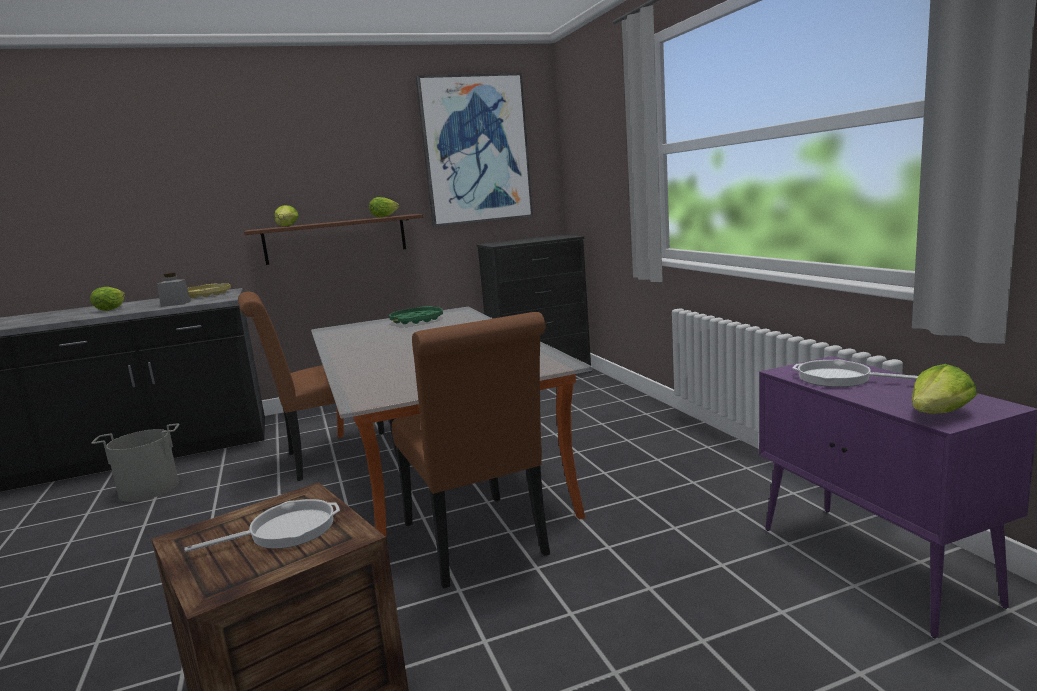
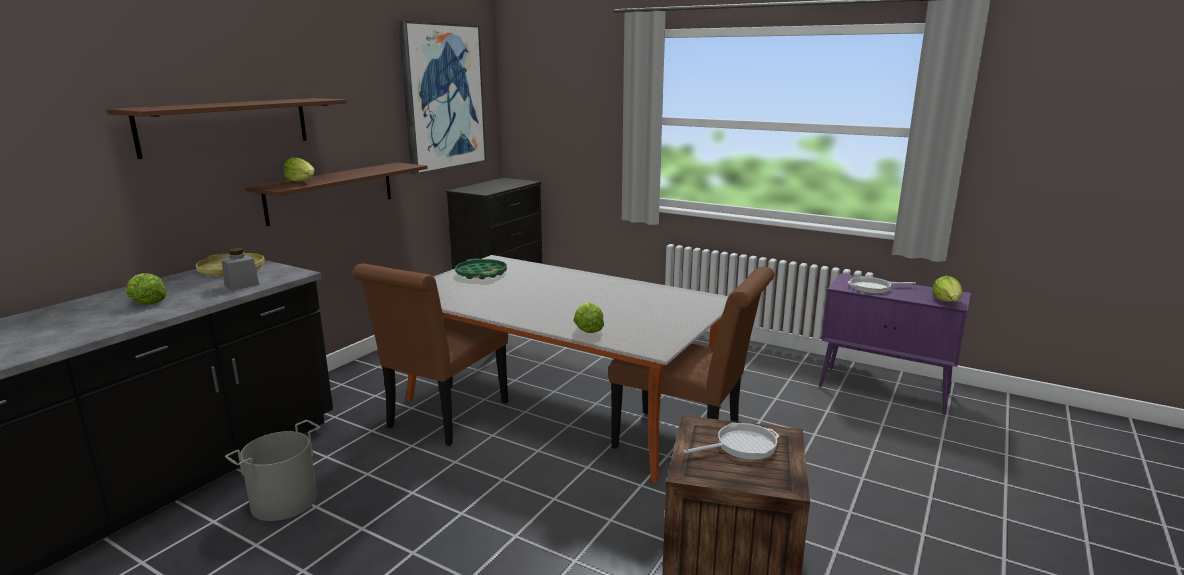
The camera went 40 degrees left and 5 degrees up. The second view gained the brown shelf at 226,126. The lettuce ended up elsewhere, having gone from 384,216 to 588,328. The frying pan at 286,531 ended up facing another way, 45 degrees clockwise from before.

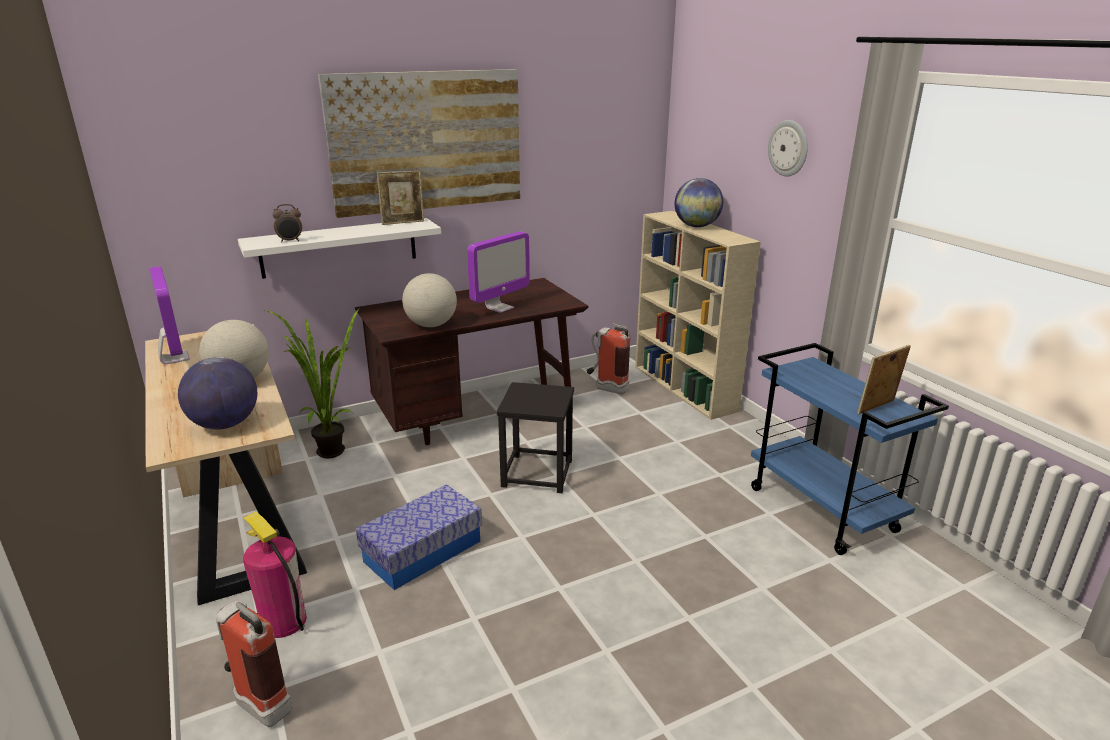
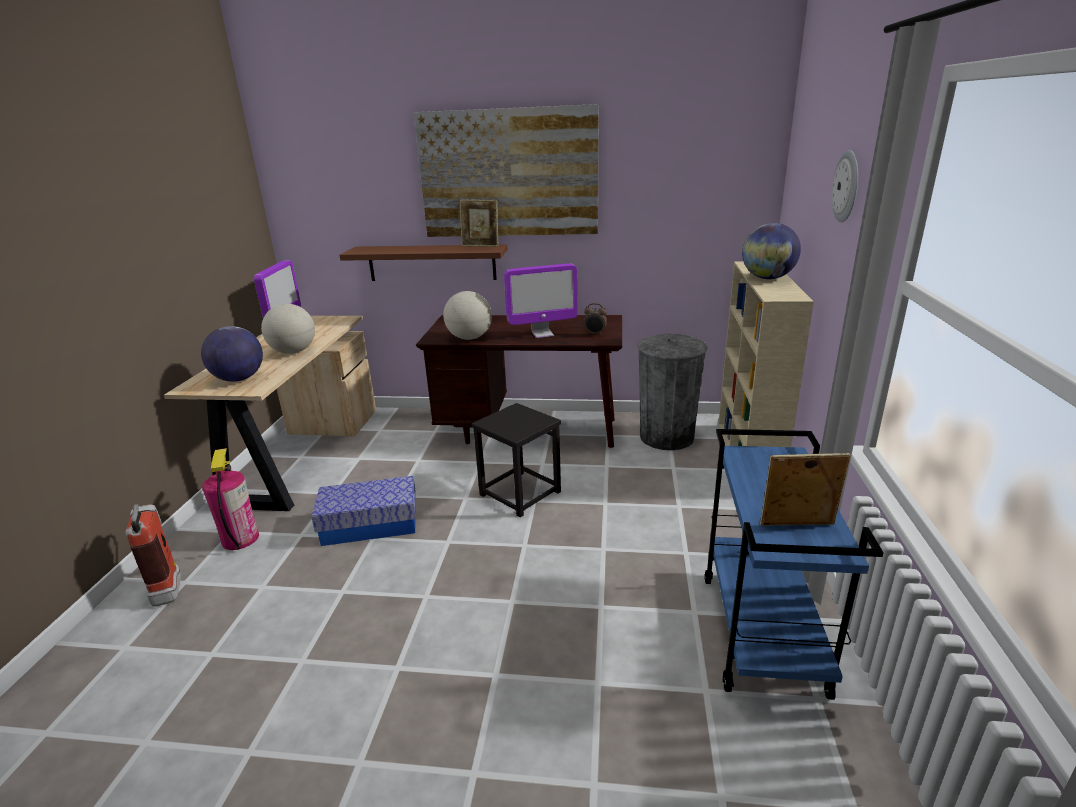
The camera went 35 degrees right and 0 degrees up. What was the white shelf at 339,247 turned into the brown shelf at 431,263. The alarm clock ended up elsewhere, having gone from 290,241 to 595,334. Where the fire extinguisher stood at 606,388, the grey trash can came to stand at 666,437. The second view lost the potted plant at 327,449.

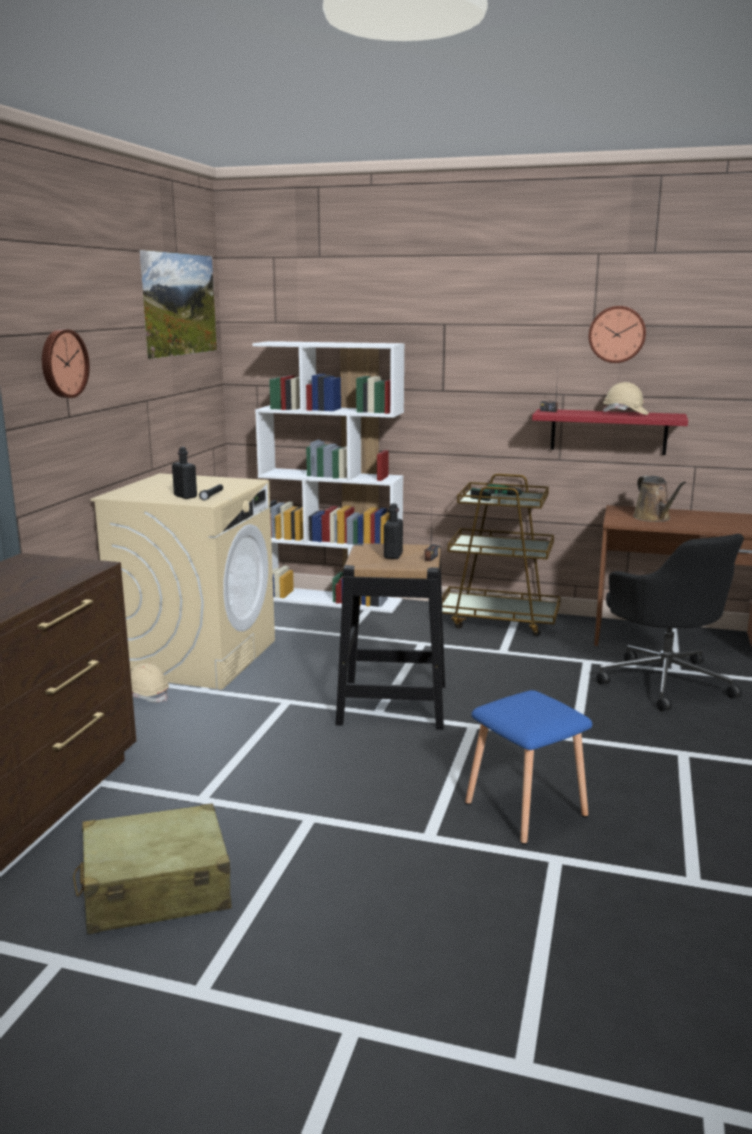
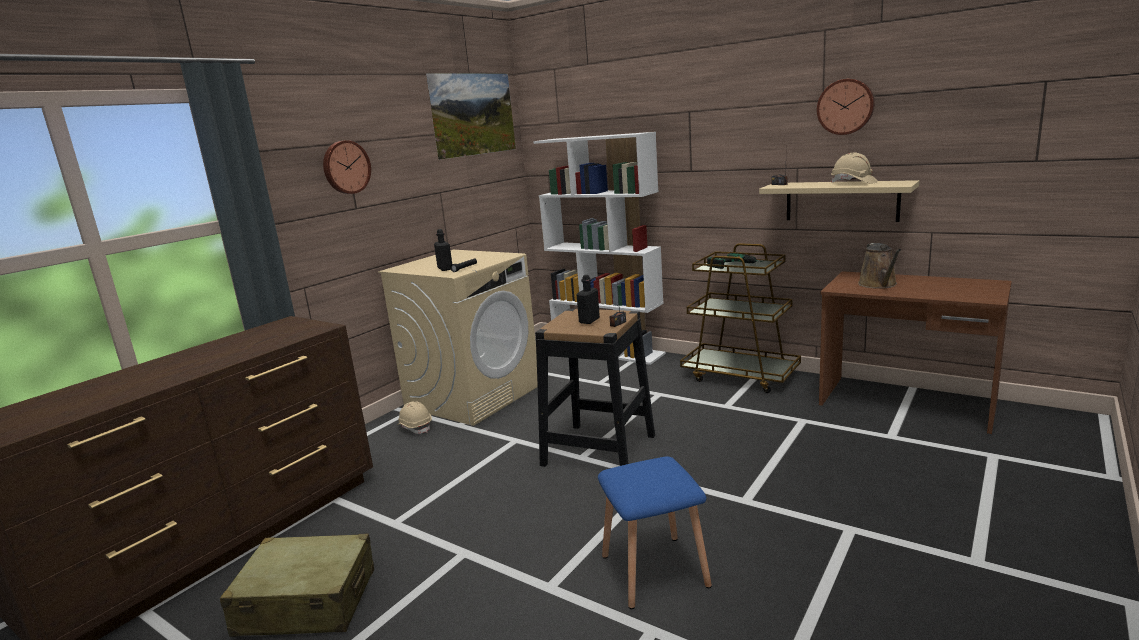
The camera went 20 degrees right and 0 degrees up. What was the red shelf at 608,431 turned into the beige shelf at 841,201. The second view lost the black office chair at 664,681.

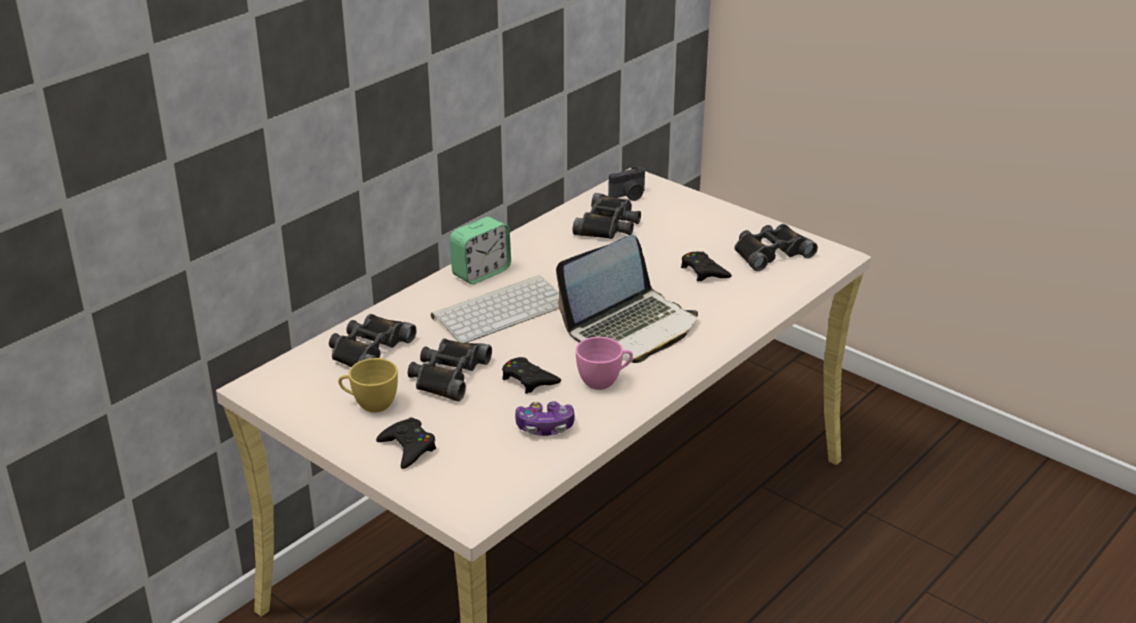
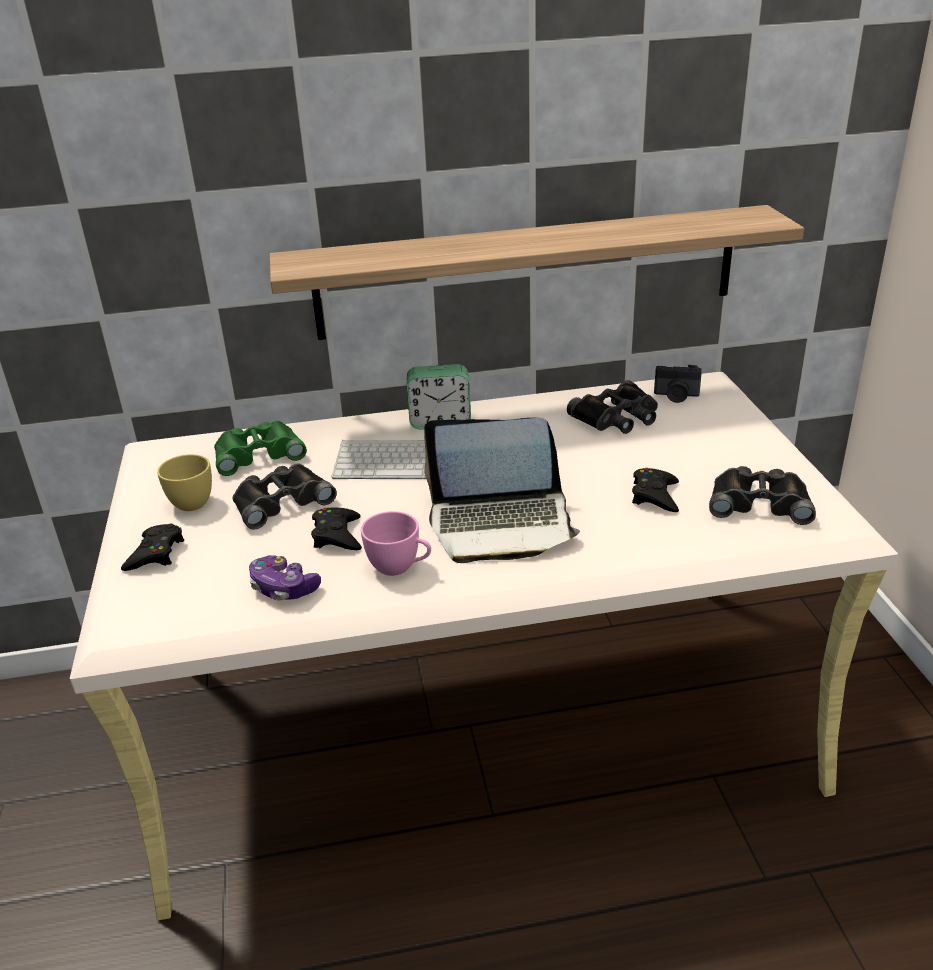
The camera went 40 degrees right and 0 degrees up. What was the black binoculars at 368,349 turned into the green binoculars at 258,454. The second view gained the shelf at 527,272.

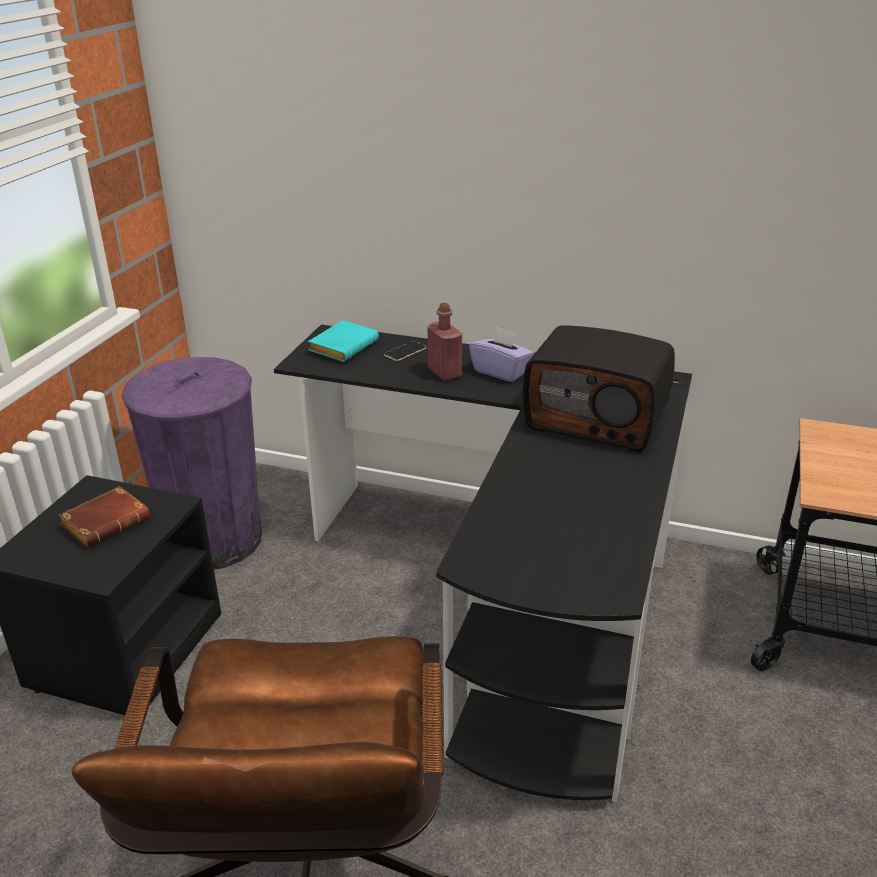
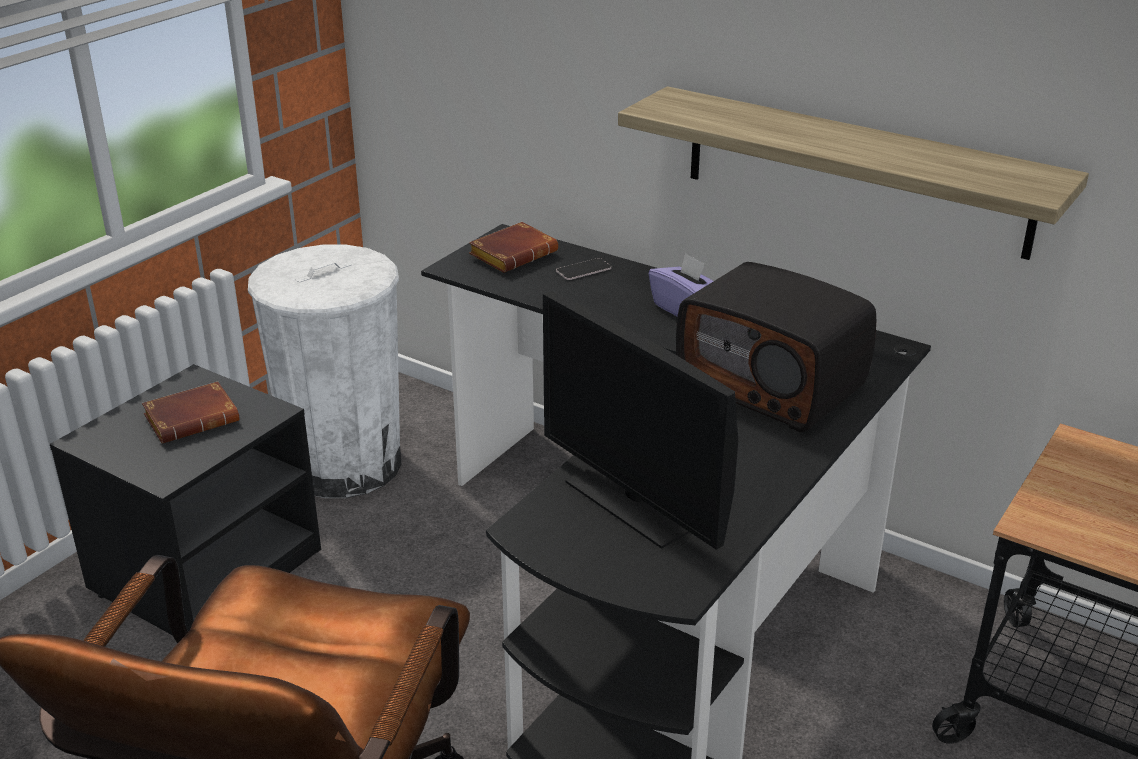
The camera went 15 degrees right and 0 degrees up. What was the purple trash can at 213,540 turned into the white trash can at 344,464. What was the turquoise book at 343,346 turned into the brown book at 513,253. The second view gained the monitor at 635,501. The second view gained the shelf at 855,171. The second view lost the red bottle at 444,373.

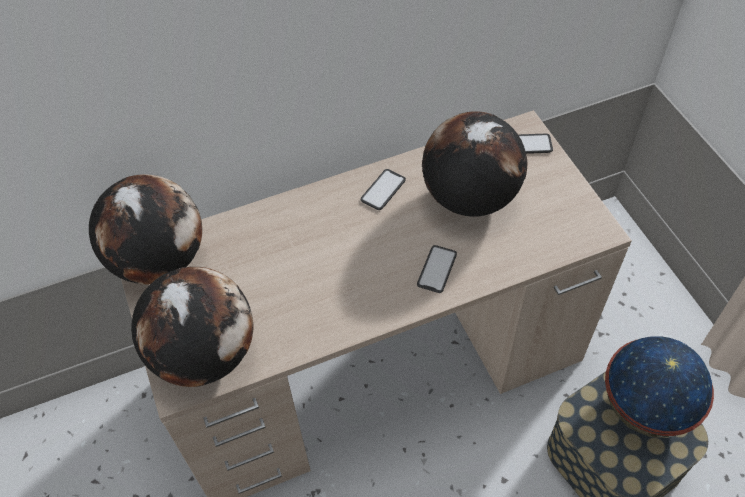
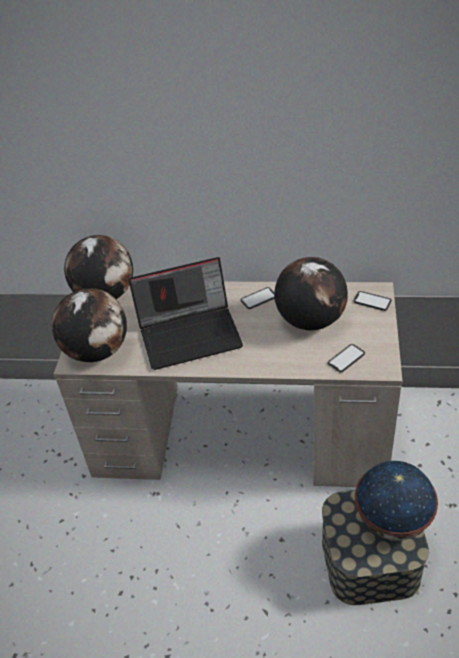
The camera went 30 degrees right and 10 degrees down. The second view gained the laptop at 190,333. The phone ended up elsewhere, having gone from 437,269 to 346,358.

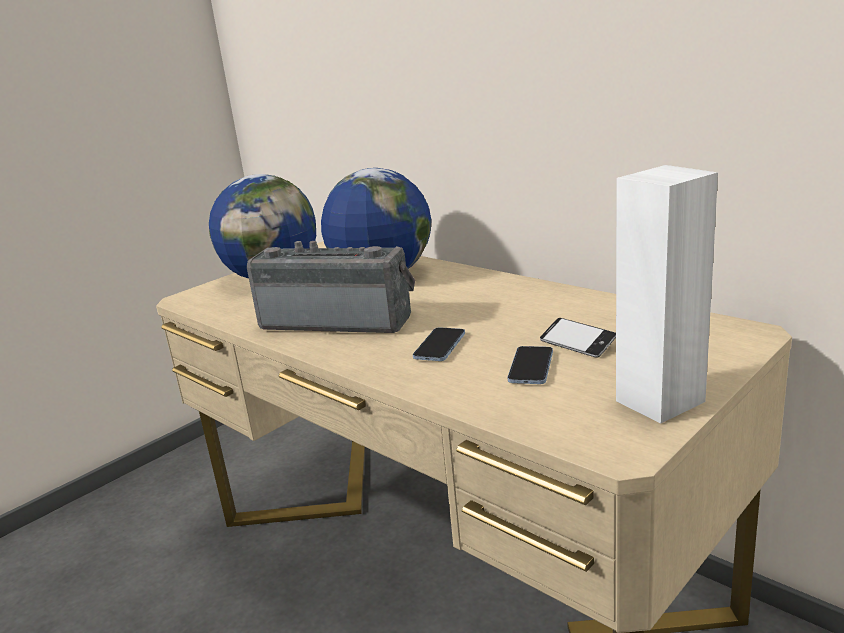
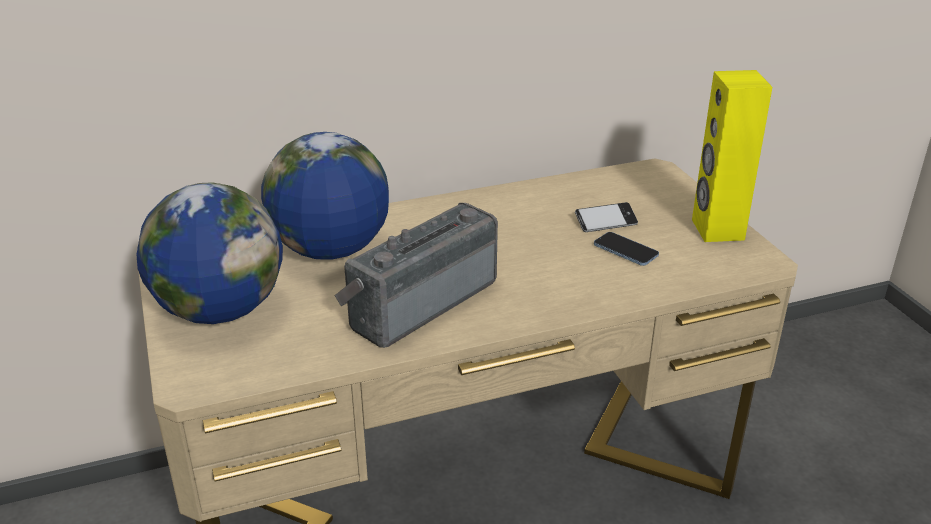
The camera went 65 degrees left and 10 degrees up. What was the white speaker at 659,400 turned into the yellow speaker at 716,230. The second view lost the phone at 439,346.

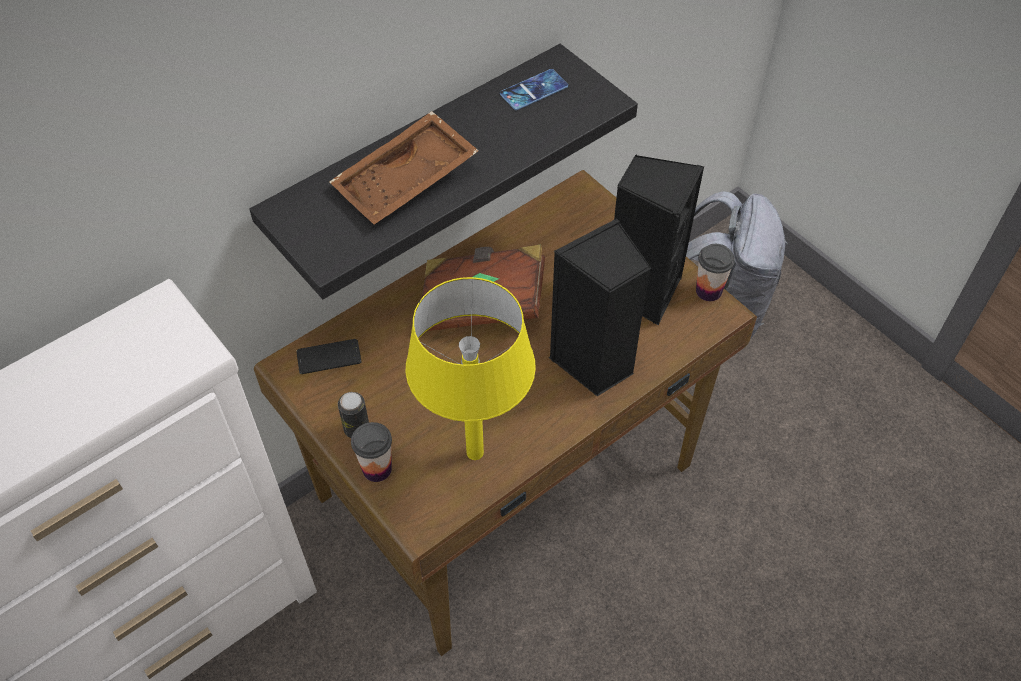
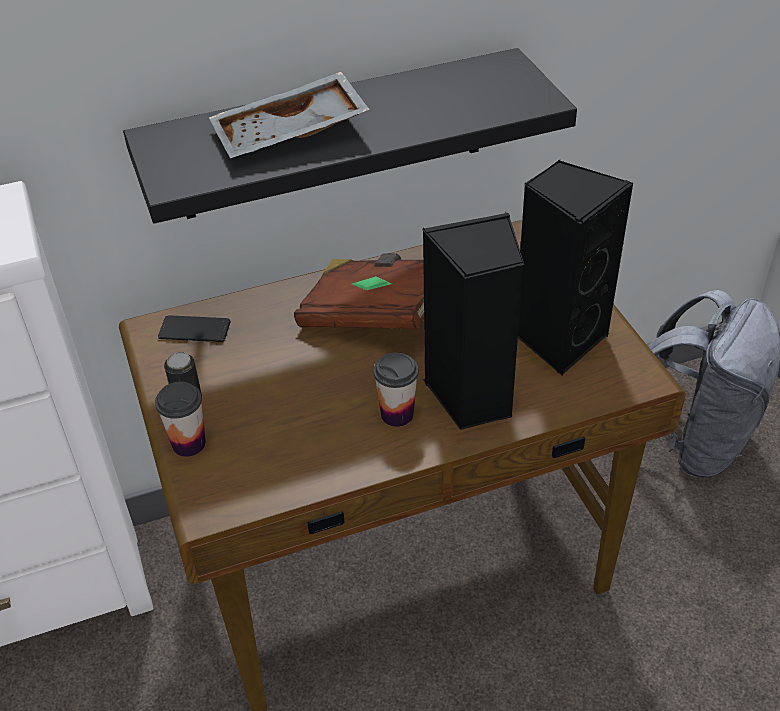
The camera went 20 degrees right and 10 degrees down. What was the brown tray at 407,182 turned into the grey tray at 291,134. The cup ended up elsewhere, having gone from 708,291 to 397,414. The second view lost the yellow table lamp at 476,452. The second view lost the phone at 534,90.

